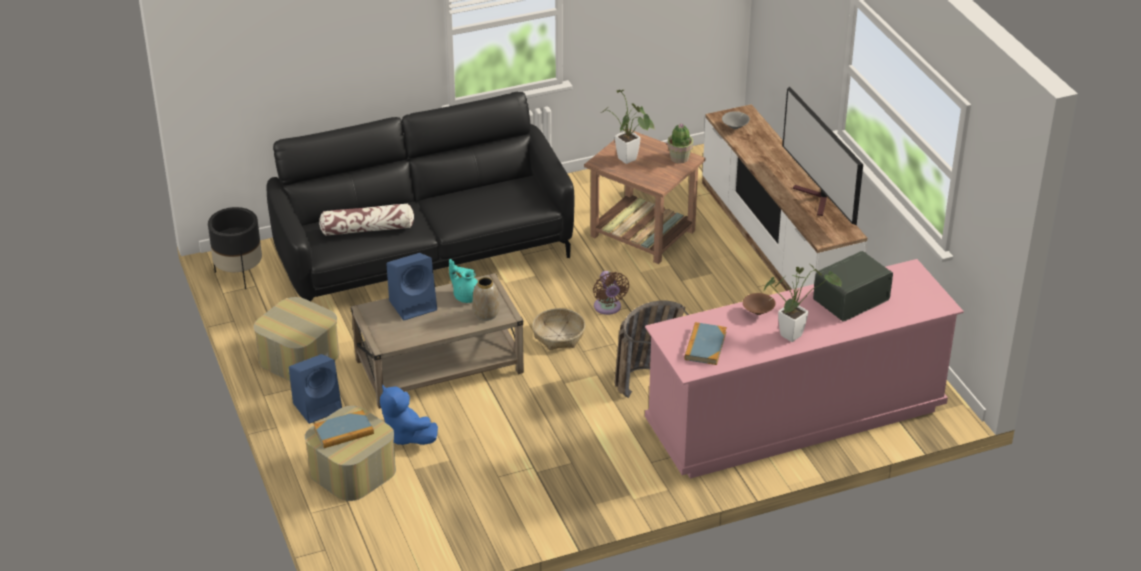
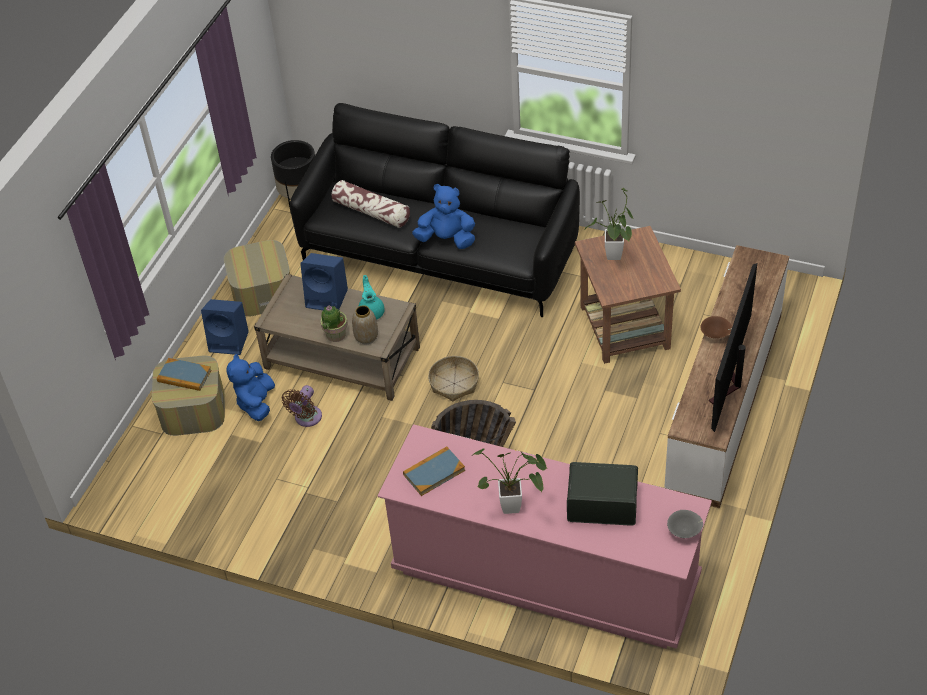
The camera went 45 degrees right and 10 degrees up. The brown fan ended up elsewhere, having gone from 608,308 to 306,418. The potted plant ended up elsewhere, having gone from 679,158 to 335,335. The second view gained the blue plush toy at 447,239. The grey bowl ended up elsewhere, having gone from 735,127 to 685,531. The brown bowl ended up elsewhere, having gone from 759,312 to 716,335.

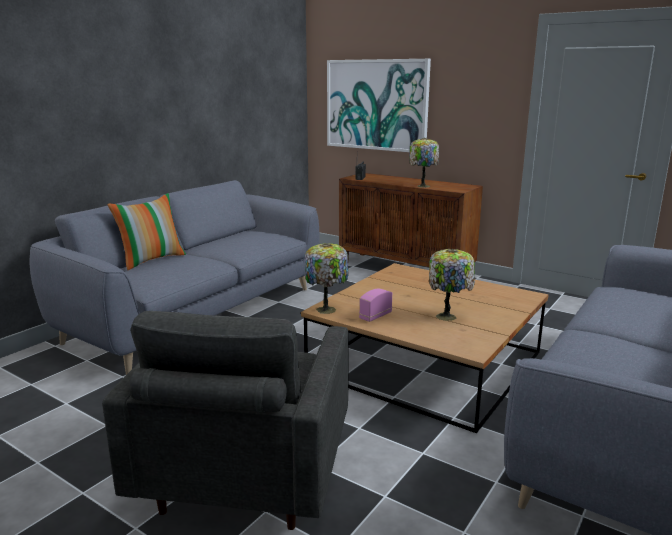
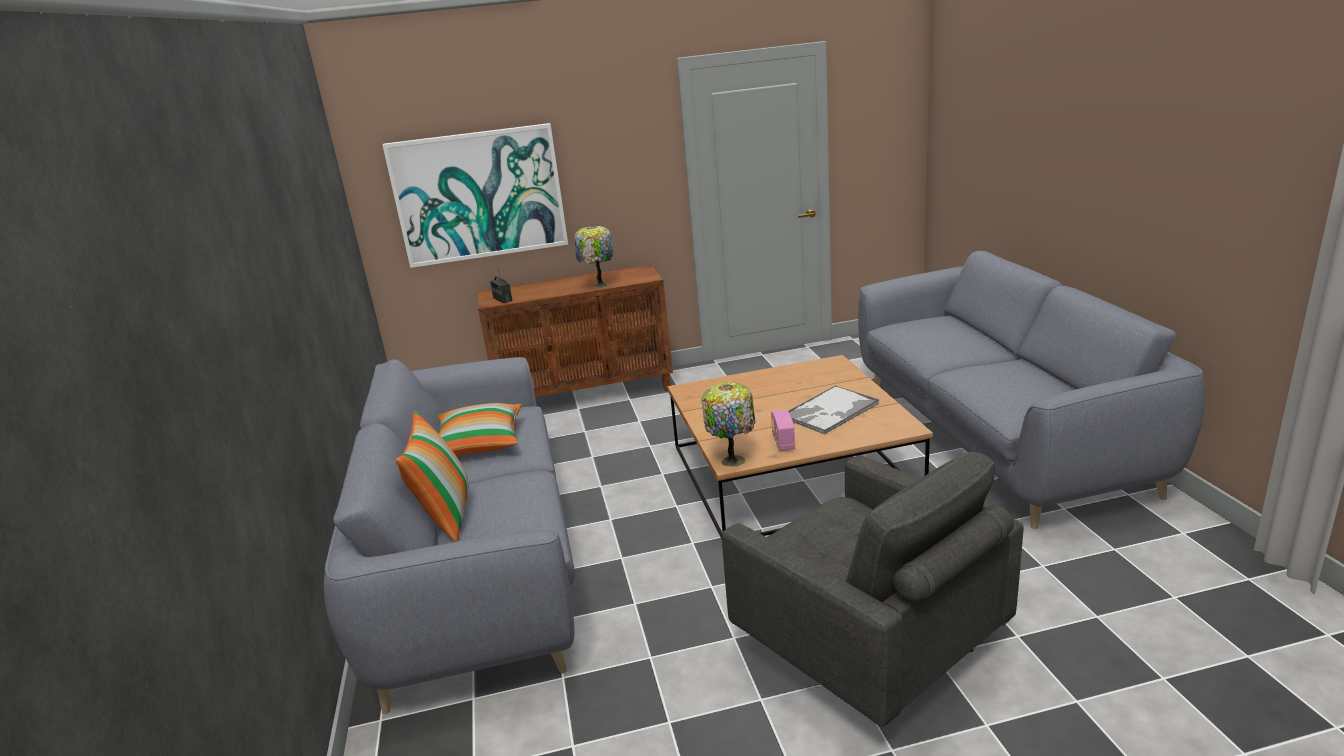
The camera went 45 degrees left and 5 degrees up. The second view gained the pillow at 478,443. Where the table lamp stood at 448,316, the tray came to stand at 830,411.

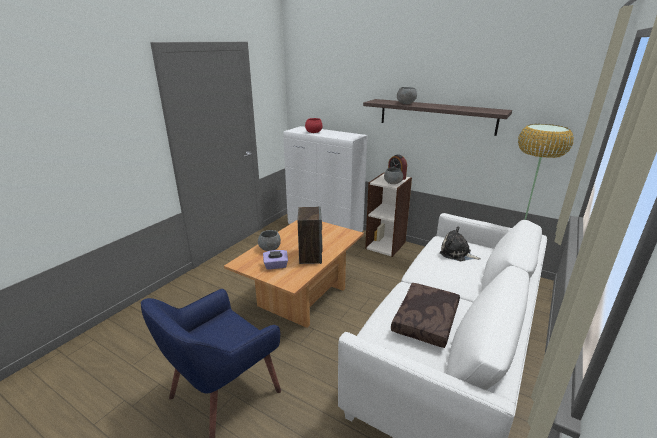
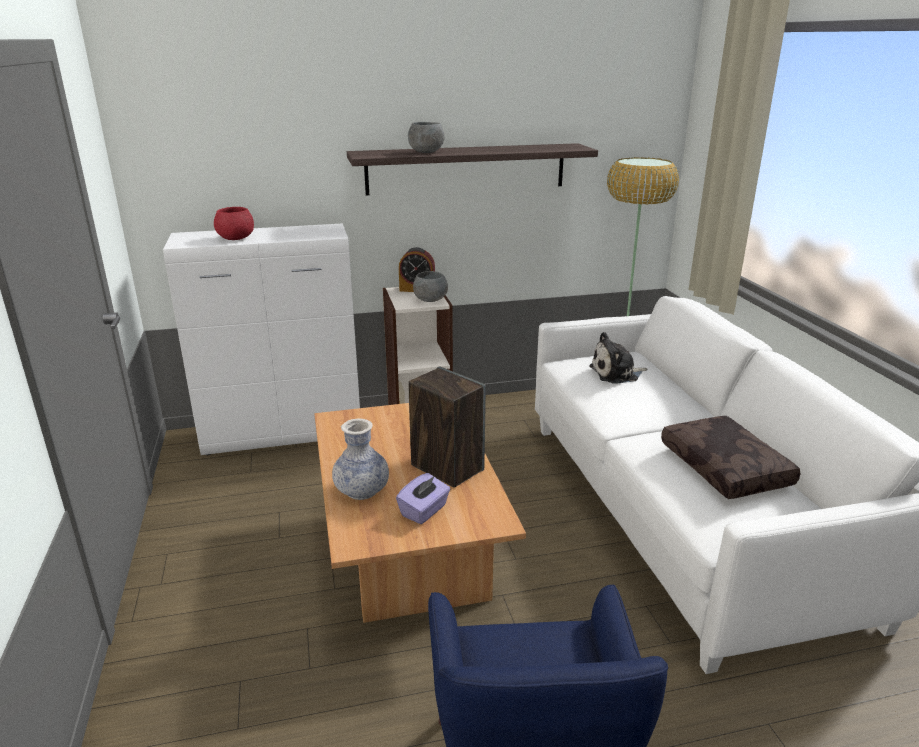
The camera went 45 degrees left and 0 degrees up. Where the grey bowl stood at 270,249, the vase came to stand at 362,491.

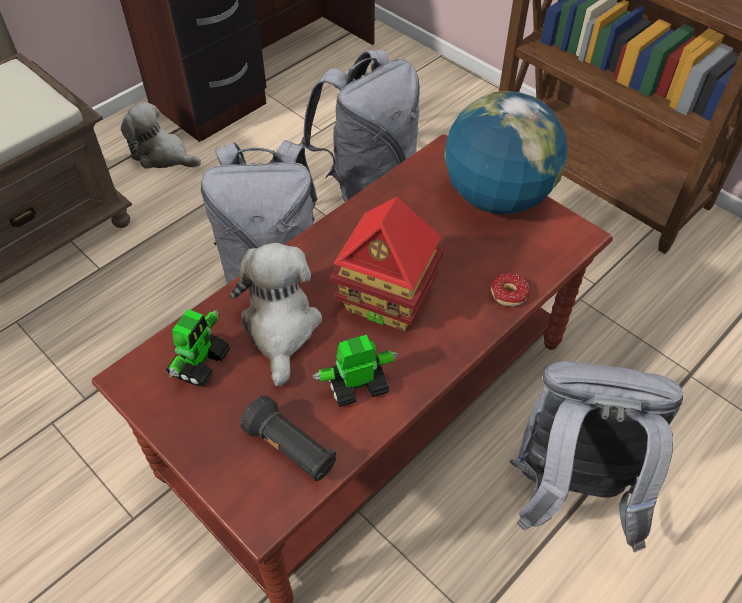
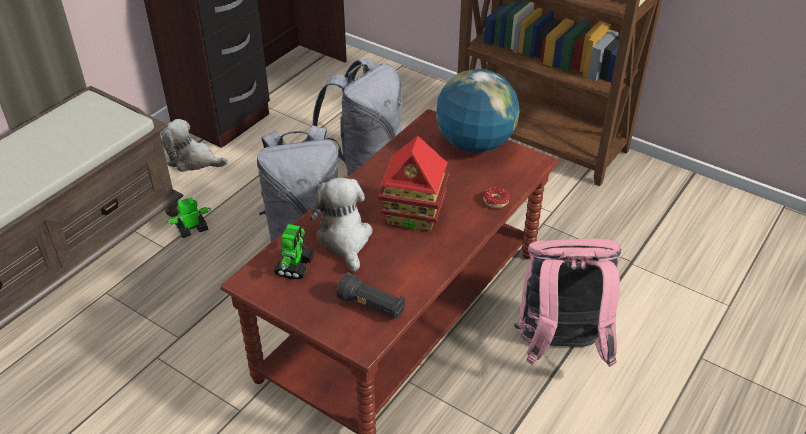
The camera went 10 degrees left and 10 degrees down. The toy robot ended up elsewhere, having gone from 356,385 to 191,229. What was the grey backpack at 569,491 turned into the pink backpack at 559,347.

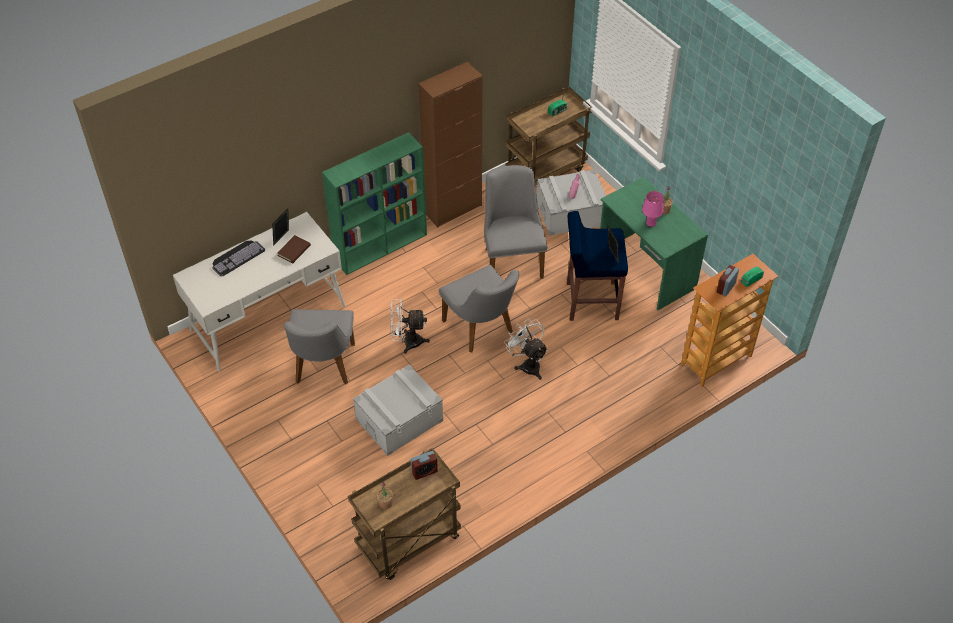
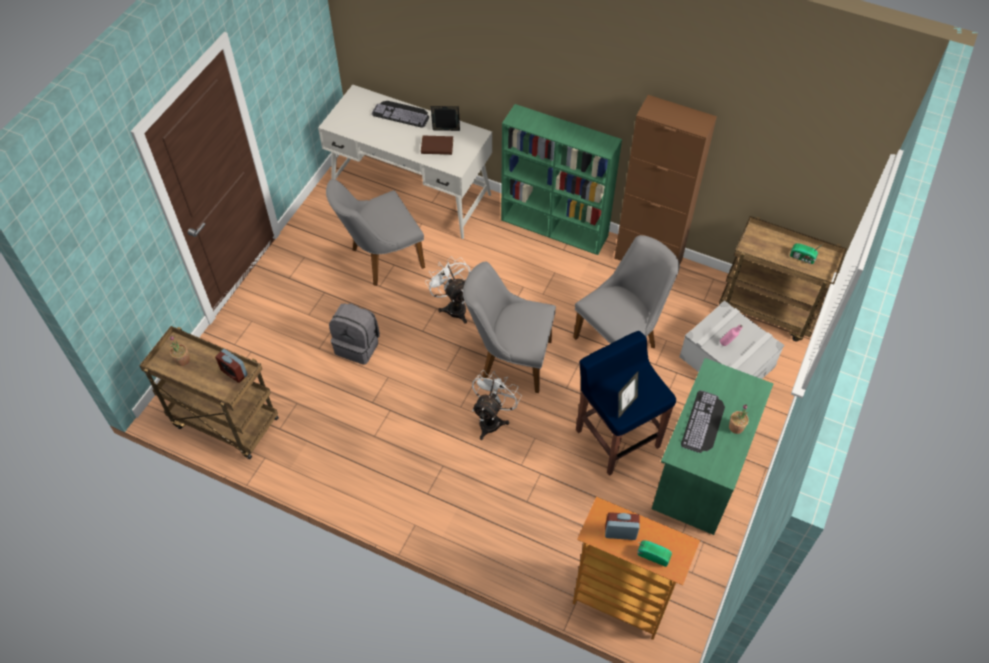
The camera went 60 degrees right and 5 degrees up. Where the grey storage box stood at 399,419, the grey backpack came to stand at 358,346. The grey chair at 482,330 ended up facing another way, 75 degrees clockwise from before. Where the pink table lamp stood at 651,224, the keyboard came to stand at 704,423.

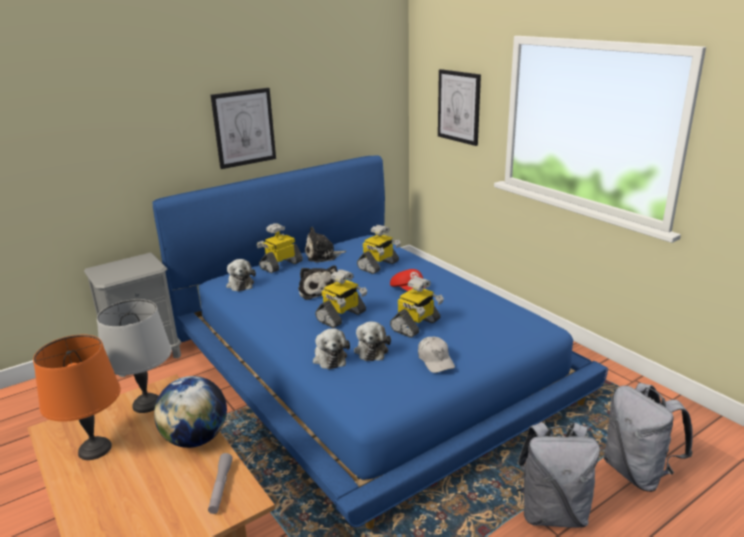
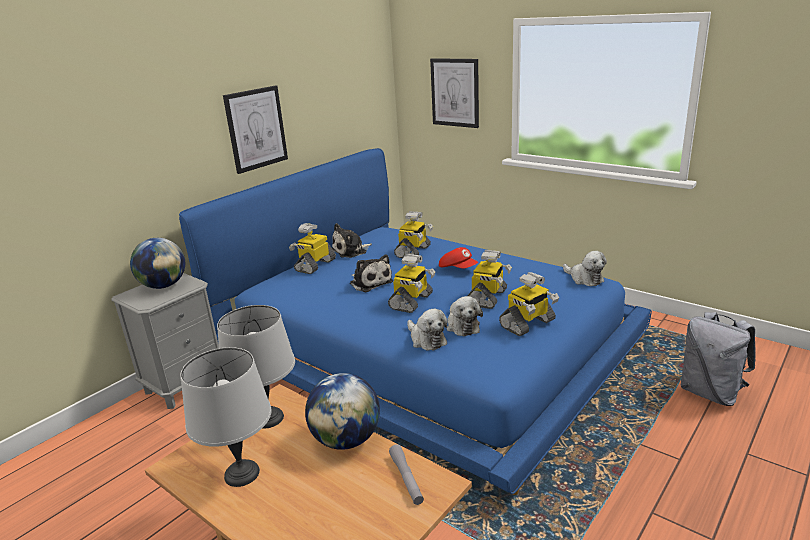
The camera went 15 degrees left and 0 degrees up. The second view gained the globe at 164,286. What was the orange table lamp at 95,448 turned into the grey table lamp at 241,473. Where the white cap stood at 435,360, the toy robot came to stand at 528,324. The plush toy ended up elsewhere, having gone from 240,284 to 584,279. The second view lost the grey backpack at 552,512.

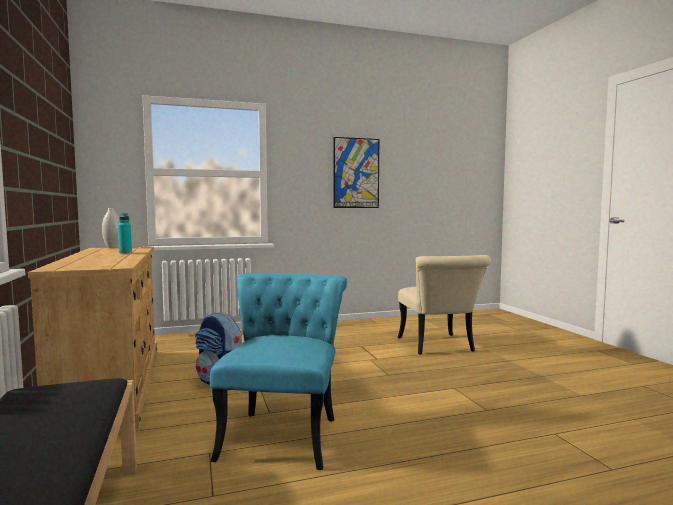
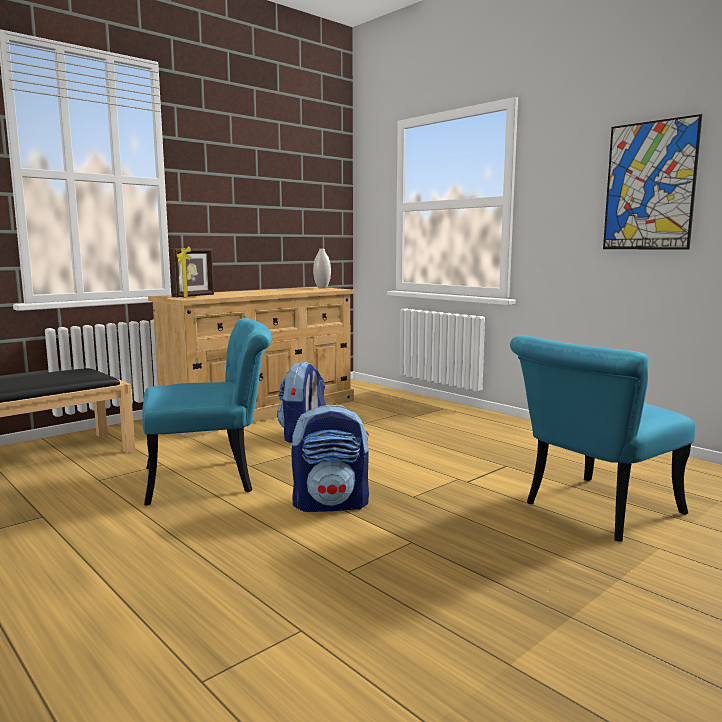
The camera went 65 degrees right and 5 degrees up. The second view gained the picture frame at 194,296. The second view gained the backpack at 331,504. What was the beige chair at 439,347 turned into the turquoise chair at 593,512. The second view lost the turquoise bottle at 125,252.

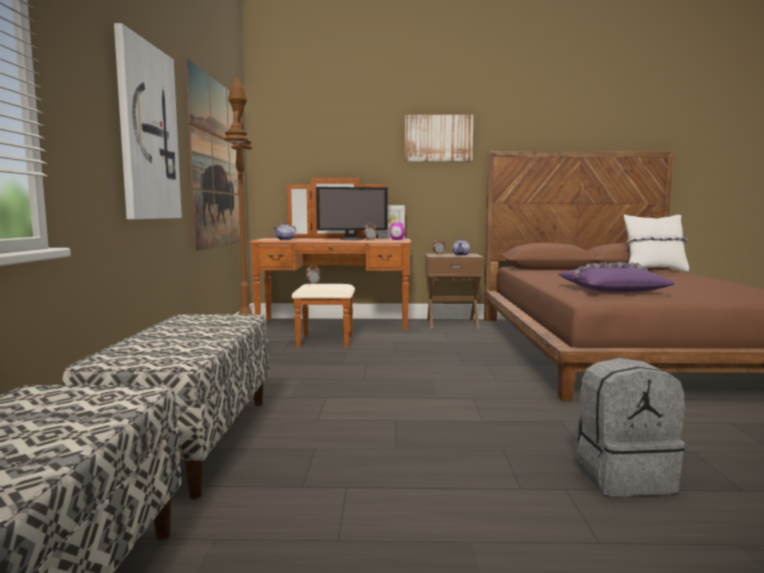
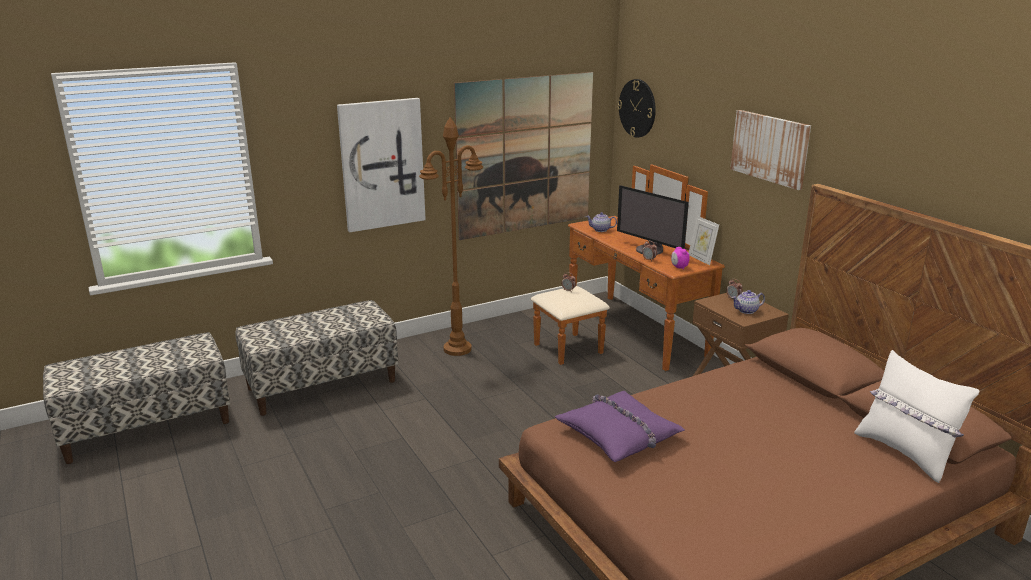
The camera went 60 degrees right and 15 degrees up. The second view gained the wall clock at 637,108. The second view lost the grey backpack at 623,476.

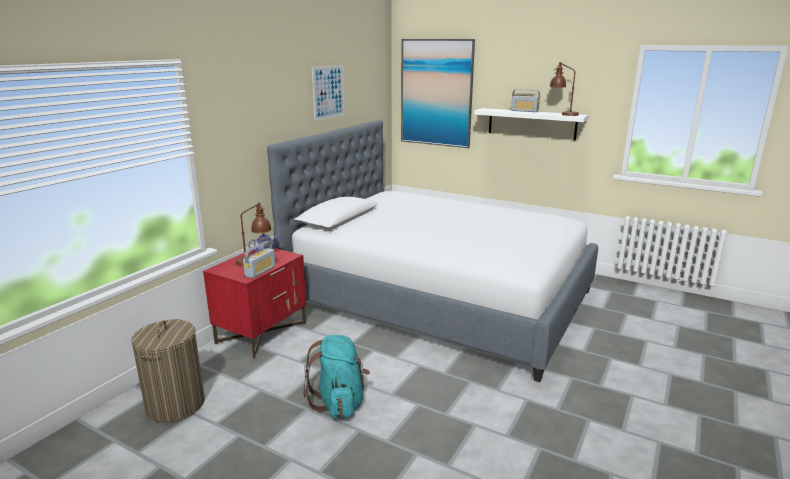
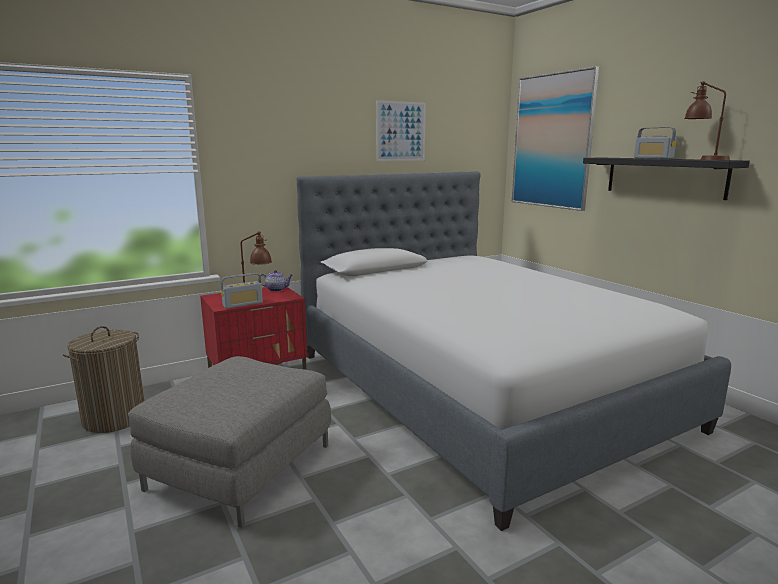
The camera went 30 degrees right and 5 degrees down. Where the turquoise backpack stood at 339,402, the grey ottoman came to stand at 240,466. What was the white shelf at 531,123 turned into the black shelf at 664,177.

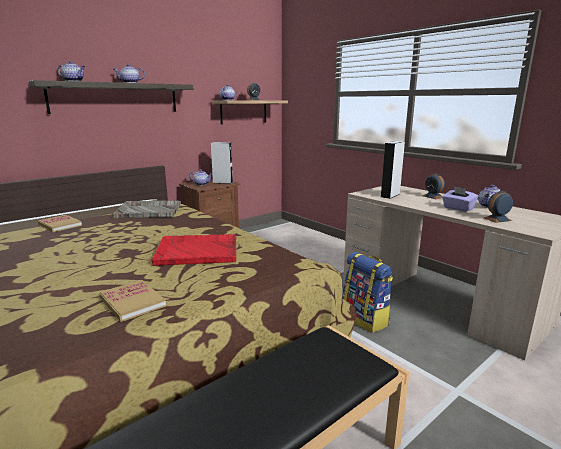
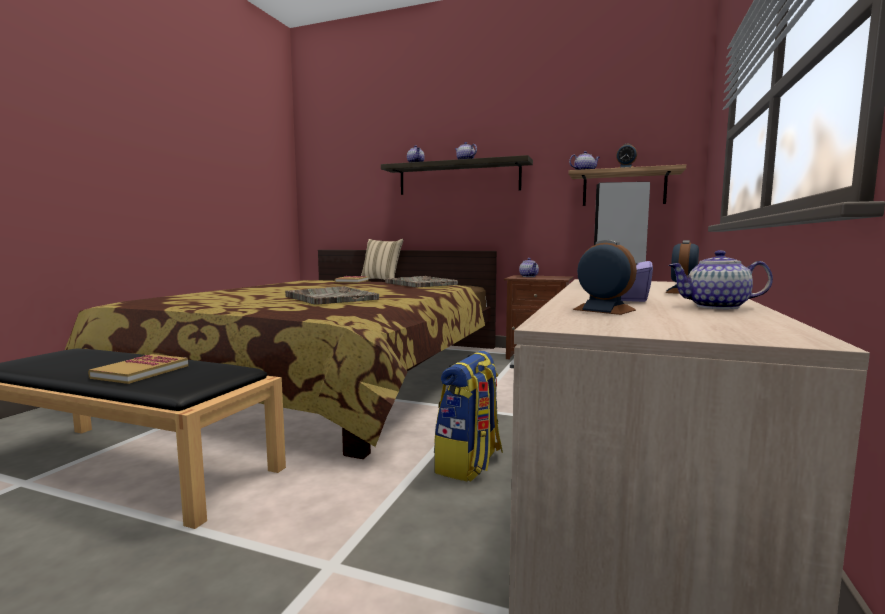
The camera went 60 degrees right and 10 degrees down. The book ended up elsewhere, having gone from 132,302 to 141,372. What was the red tray at 196,251 turned into the grey tray at 330,298. The second view gained the beige pillow at 381,281. The second view lost the grey speaker at 222,182.

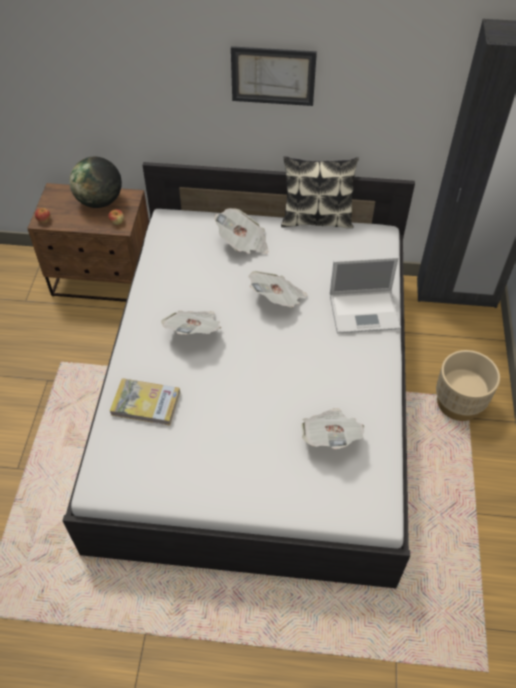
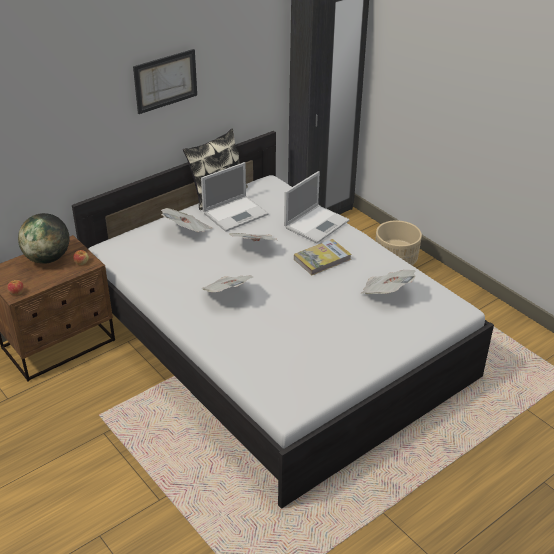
The camera went 45 degrees left and 15 degrees down. The second view gained the laptop at 236,213. The book ended up elsewhere, having gone from 146,403 to 322,259.

